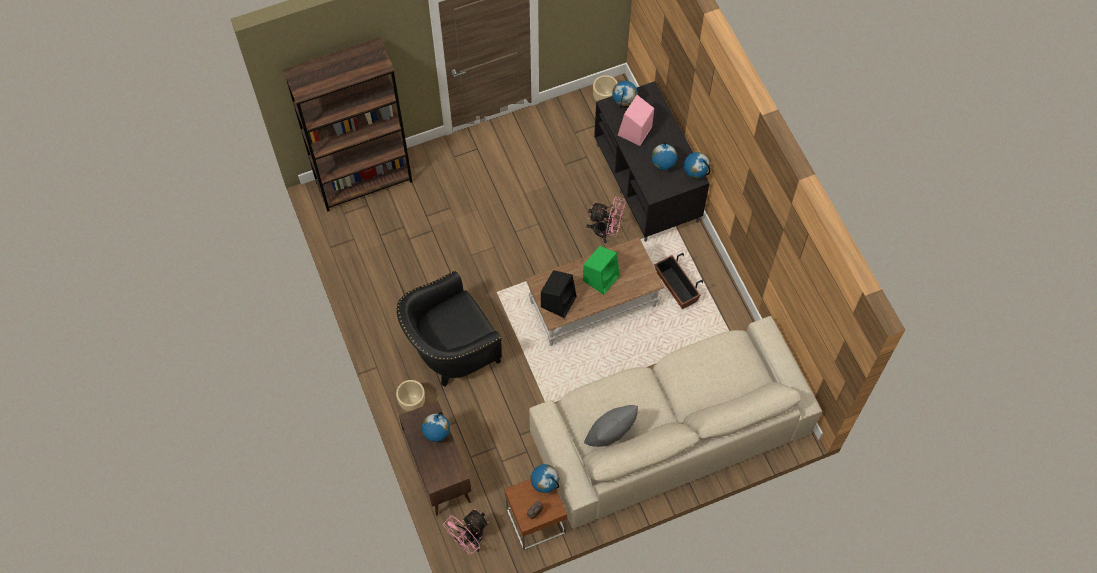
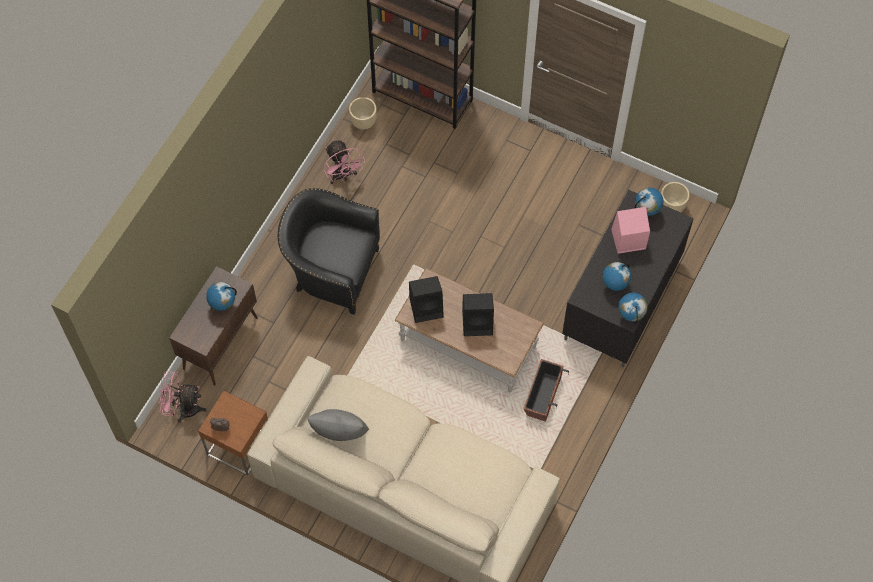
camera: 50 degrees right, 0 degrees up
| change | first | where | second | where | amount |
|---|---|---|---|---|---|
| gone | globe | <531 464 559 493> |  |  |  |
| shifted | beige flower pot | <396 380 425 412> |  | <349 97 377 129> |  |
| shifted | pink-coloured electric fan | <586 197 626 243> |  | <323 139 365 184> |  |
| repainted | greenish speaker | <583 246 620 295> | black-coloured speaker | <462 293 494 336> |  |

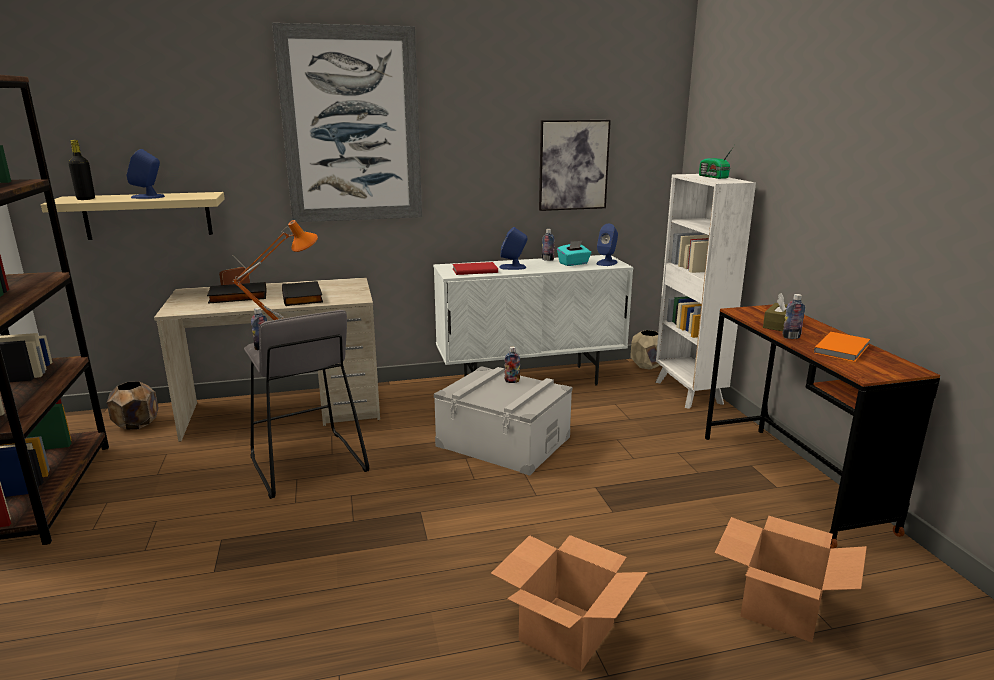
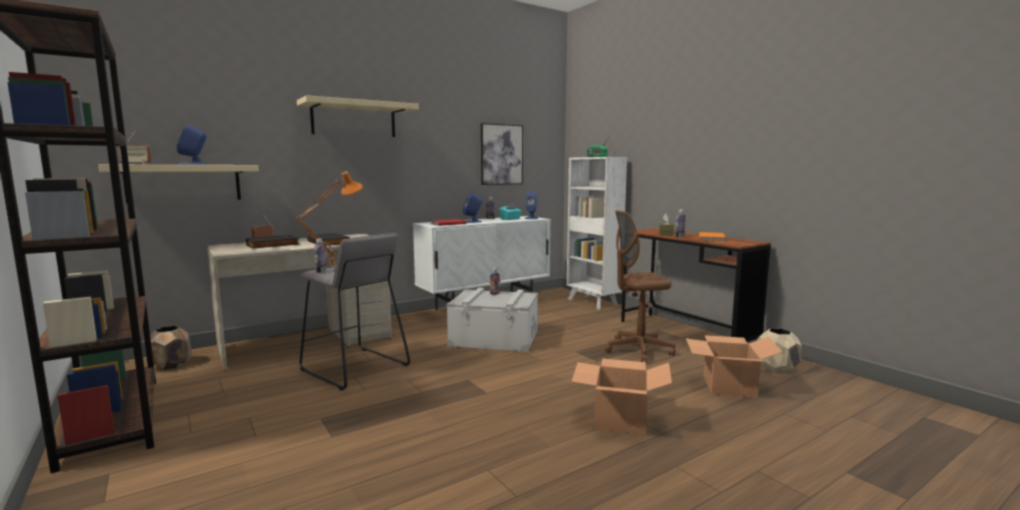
camera: 20 degrees left, 10 degrees down
| change | first | where | second | where | amount |
|---|---|---|---|---|---|
| new |  |  | brownish computer chair | <605 210 675 363> |  |
| shifted | beige flower pot | <630 330 660 369> |  | <757 328 802 372> |  |
| swapped | black-coloured beverage bottle | <68 140 95 200> | radio | <118 131 151 164> |  |
| swapped | wall art | <272 23 422 222> | beige wall shelf | <297 95 419 137> |  |

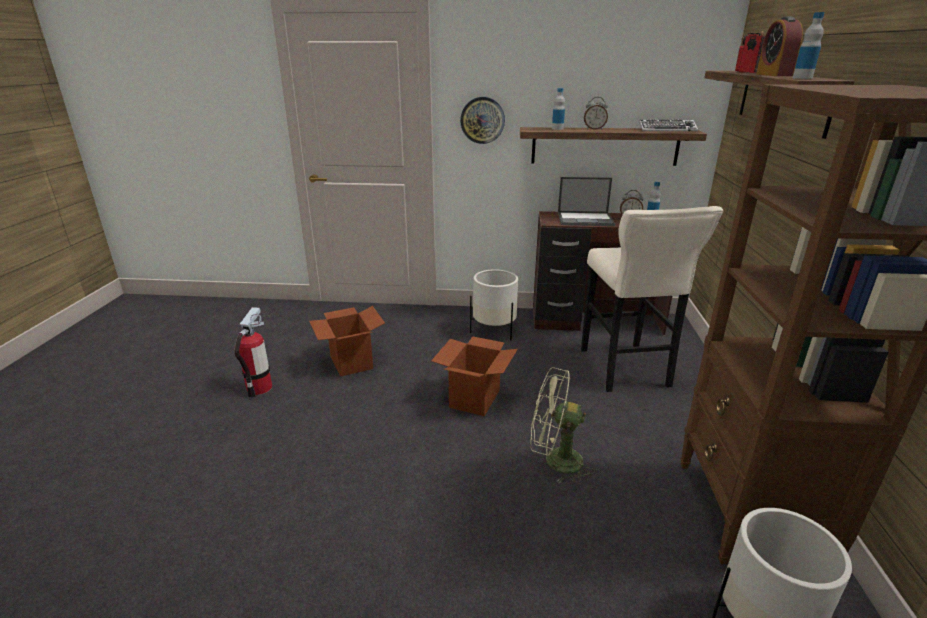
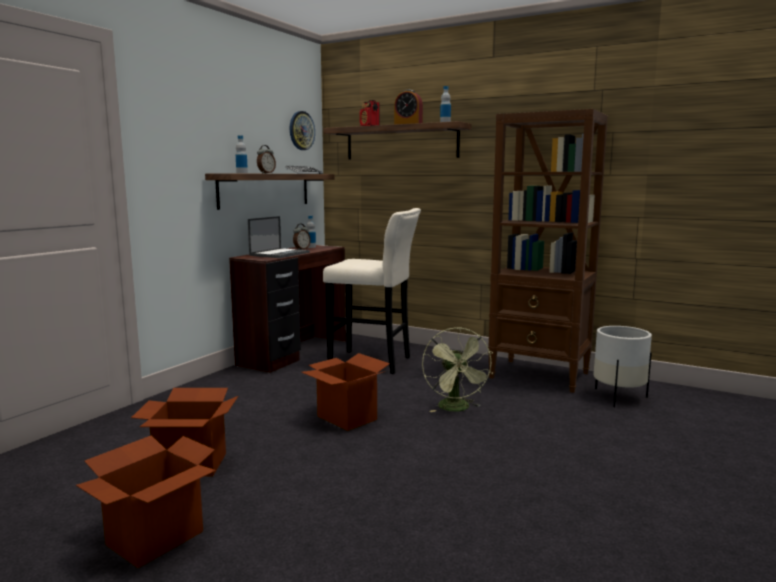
camera: 65 degrees left, 15 degrees down
| change | first | where | second | where | amount |
|---|---|---|---|---|---|
| gone | white-coloured flower pot | <470 269 518 341> |  |  |  |
| shifted | hanging clock | <460 97 505 144> |  | <290 111 315 150> |  |
| swapped | fire extinguisher | <234 307 272 398> | cardboard box | <76 435 216 568> |  |
| rotated | greenish electric fan | <530 367 595 483> |  | <422 327 493 412> | 45 degrees counterclockwise |

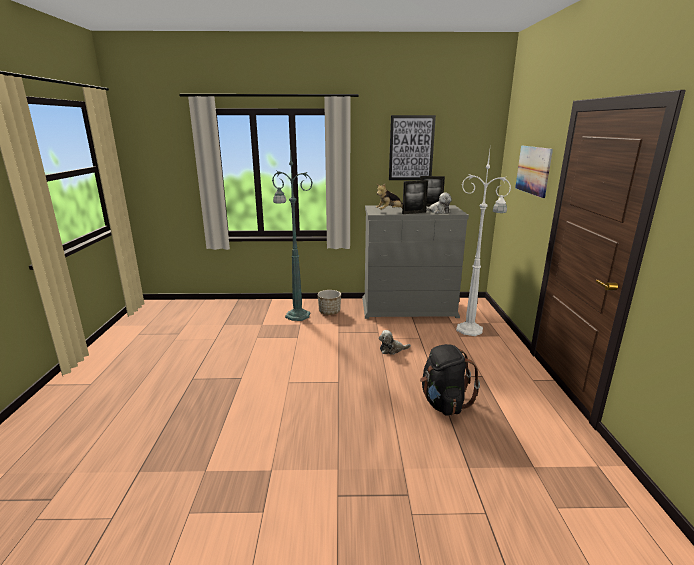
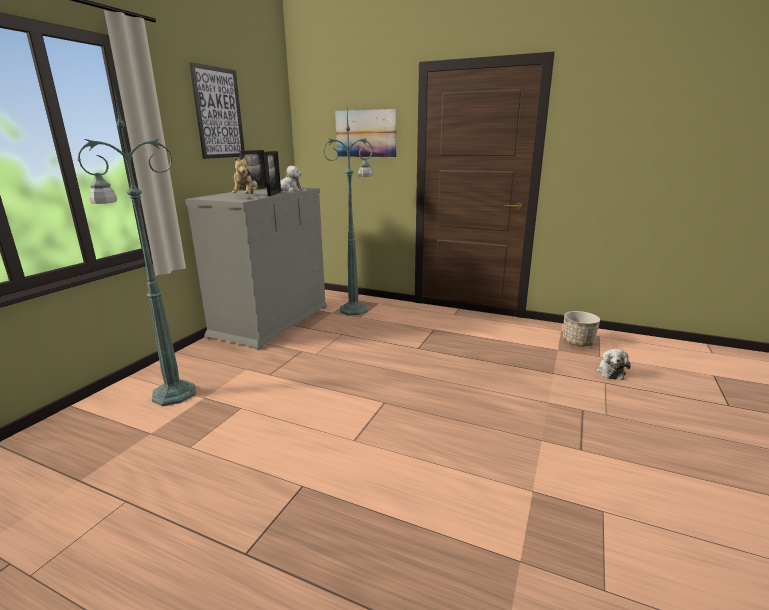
camera: 65 degrees left, 0 degrees up
| change | first | where | second | where | amount |
|---|---|---|---|---|---|
| gone | black-coloured backpack | <420 344 480 416> |  |  |  |
| shifted | flower pot | <318 290 341 315> |  | <563 311 600 347> |  |
| shifted | plush toy | <379 330 411 355> |  | <596 349 631 380> |  |
| repainted | white-coloured floor lamp | <456 150 511 336> | greenish floor lamp | <323 111 373 315> |  |

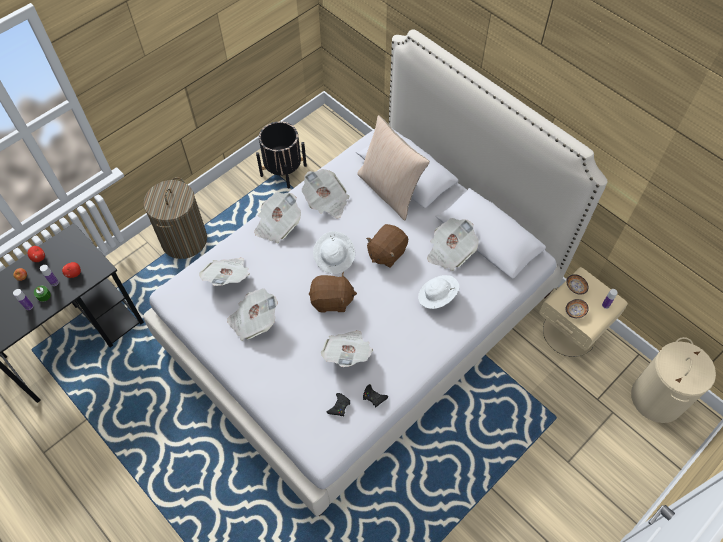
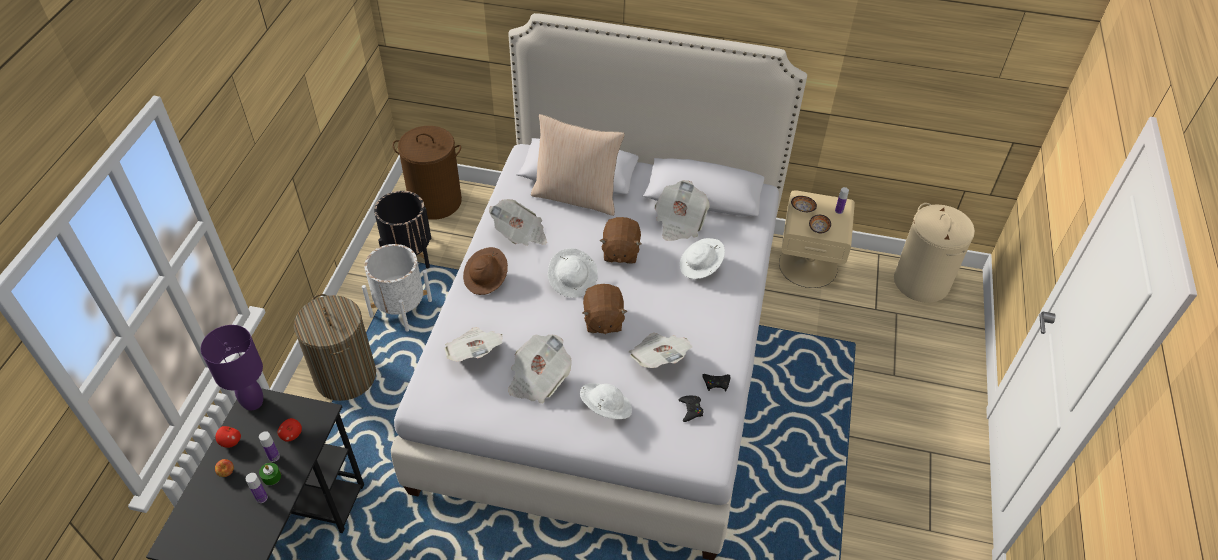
camera: 35 degrees left, 10 degrees down
| change | first | where | second | where | amount |
|---|---|---|---|---|---|
| new |  |  | purple tabletop lamp | <200 325 263 411> |  |
| new |  |  | white-coloured flower pot | <362 244 432 331> |  |
| new |  |  | brownish laundry basket | <392 126 462 220> |  |
| new |  |  | white-coloured wearable hat | <580 383 632 419> |  |
| swapped | daily paper | <254 192 301 243> | brownish wearable hat | <463 247 508 295> |  |
| rotated | brownish plush toy | <309 272 357 312> |  | <583 284 627 334> | 120 degrees clockwise |

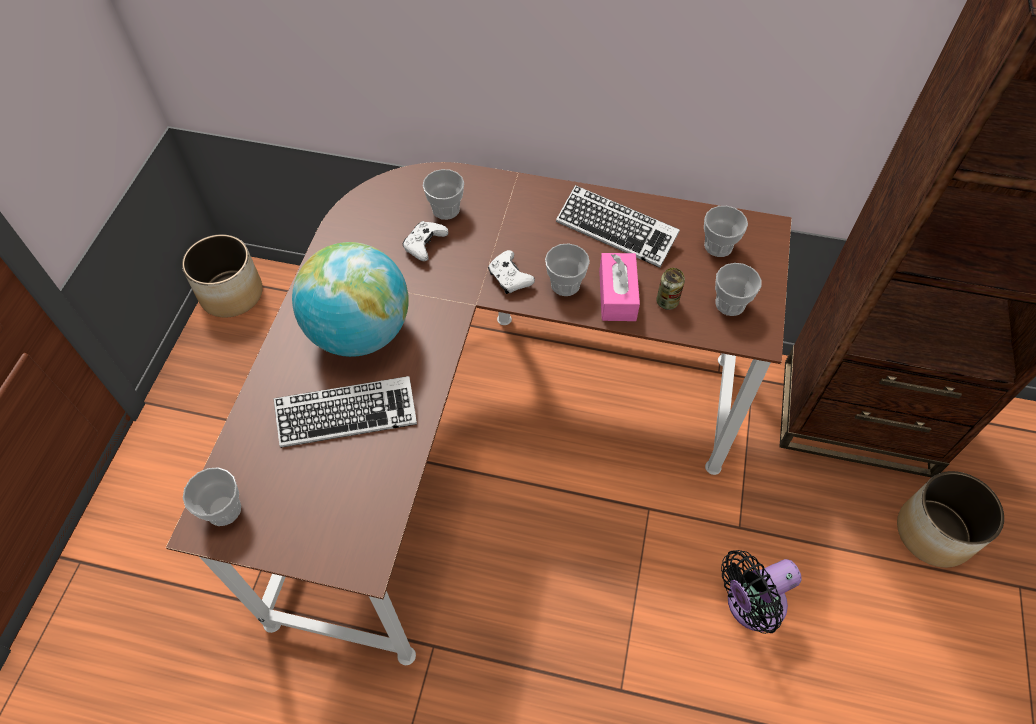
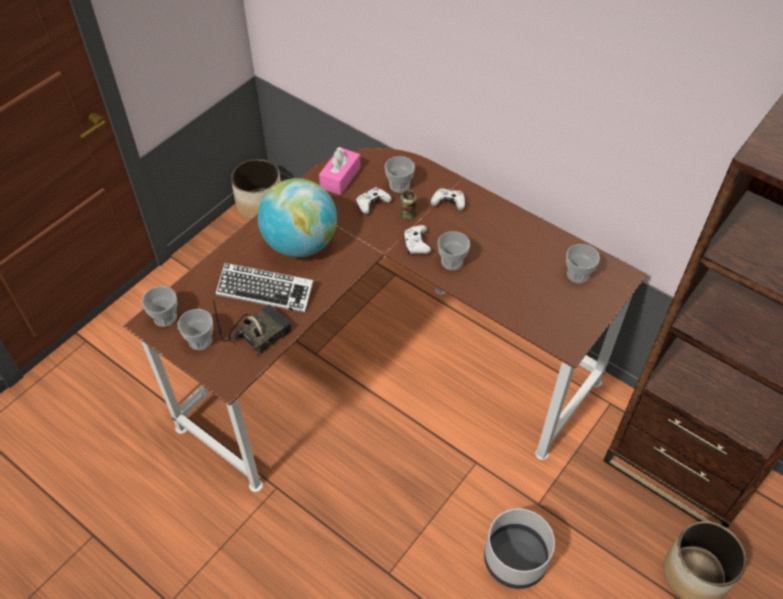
camera: 25 degrees right, 5 degrees down
| change | first | where | second | where | amount |
|---|---|---|---|---|---|
| gone | PC keyboard | <556 185 680 268> |  |  |  |
| new |  |  | radio | <213 300 292 356> |  |
| new |  |  | white-coloured game controller | <431 188 465 211> |  |
| shifted | pink-coloured box of tissues | <599 253 640 321> |  | <319 147 361 195> |  |
| shifted | can | <656 268 685 310> |  | <400 190 417 220> |  |
| shifted | drinking cup | <715 263 761 316> |  | <178 309 213 350> |  |
| swapped | black-coloured electric fan | <721 550 802 634> | gray flower pot | <484 508 555 589> |  |

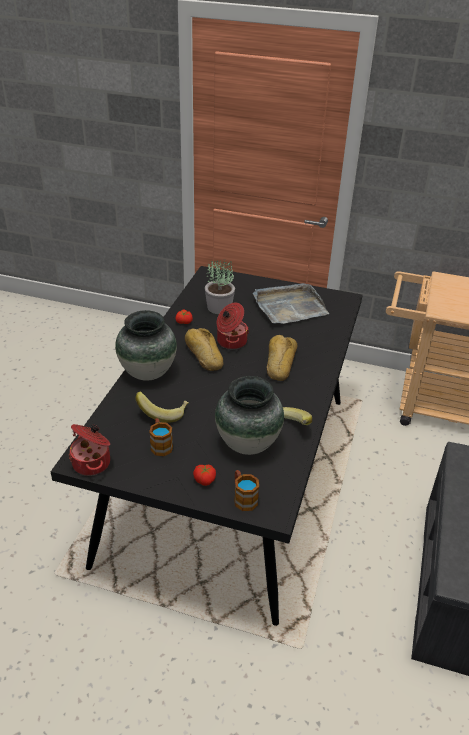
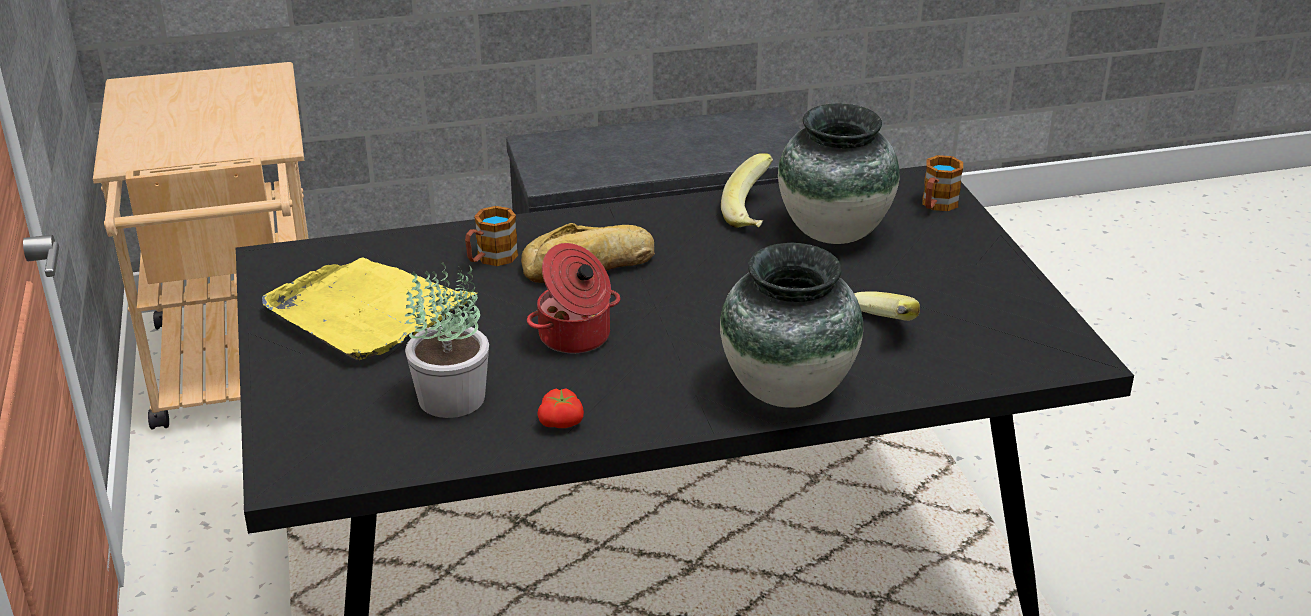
camera: 120 degrees left, 5 degrees down
| change | first | where | second | where | amount |
|---|---|---|---|---|---|
| gone | saucepot | <69 424 110 476> |  |  |  |
| gone | bakery bread | <185 328 223 371> |  |  |  |
| gone | tomato | <193 464 216 486> |  |  |  |
| shifted | tea mug | <149 418 173 456> |  | <465 206 518 266> |  |
| repainted | gray carrying tray | <253 283 329 324> | yellowish carrying tray | <262 257 477 360> |  |

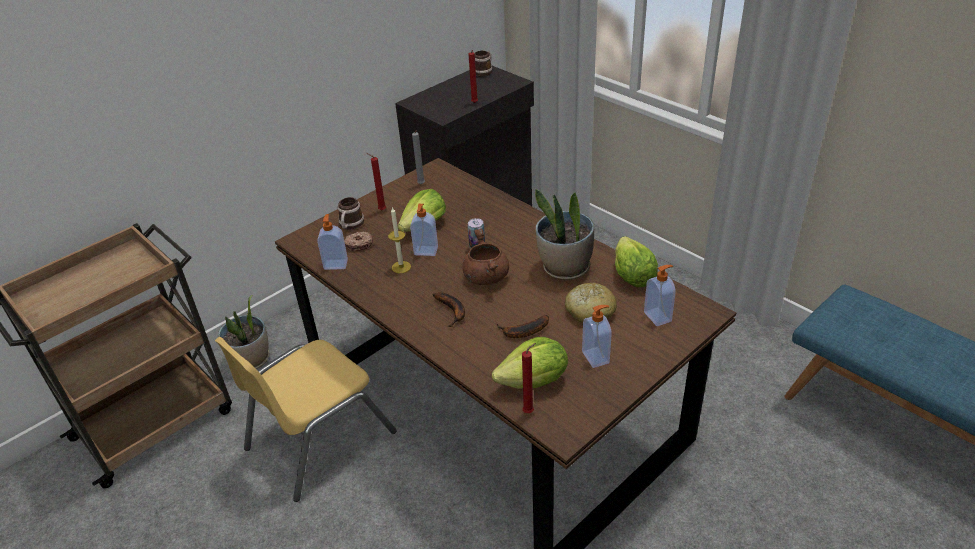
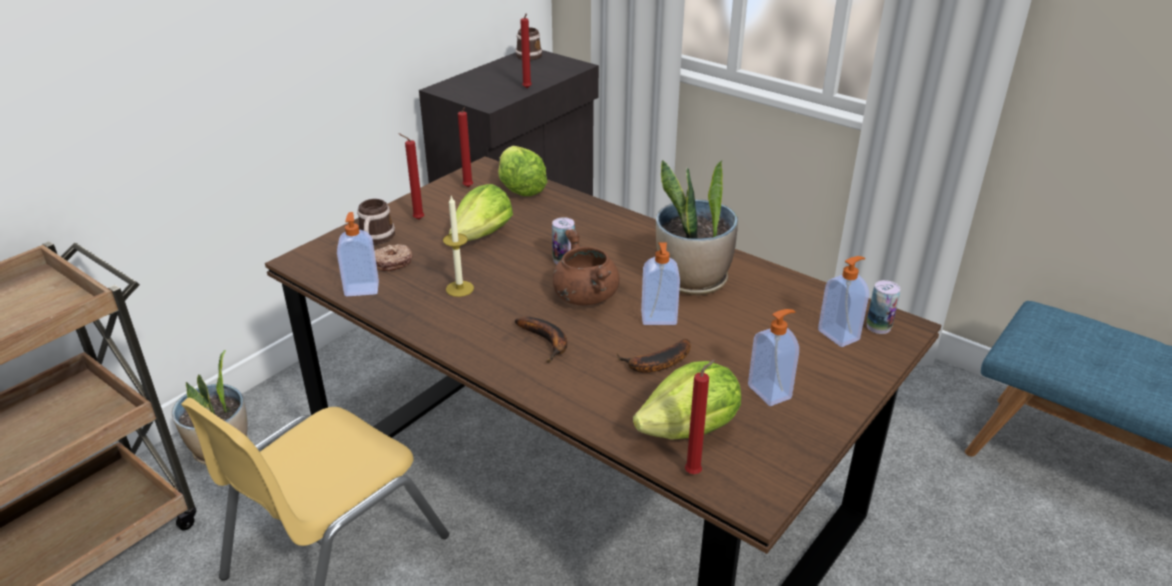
camera: 10 degrees left, 5 degrees down
| change | first | where | second | where | amount |
|---|---|---|---|---|---|
| gone | bakery bread | <565 283 617 323> |  |  |  |
| new |  |  | can | <867 280 900 334> |  |
| shifted | soap bottle | <410 204 438 256> |  | <641 242 680 325> |  |
| shifted | head of lettuce | <615 236 658 287> |  | <498 146 548 196> |  |
| repainted | gray candle | <412 131 425 184> | reddish candle | <458 107 473 187> |  |

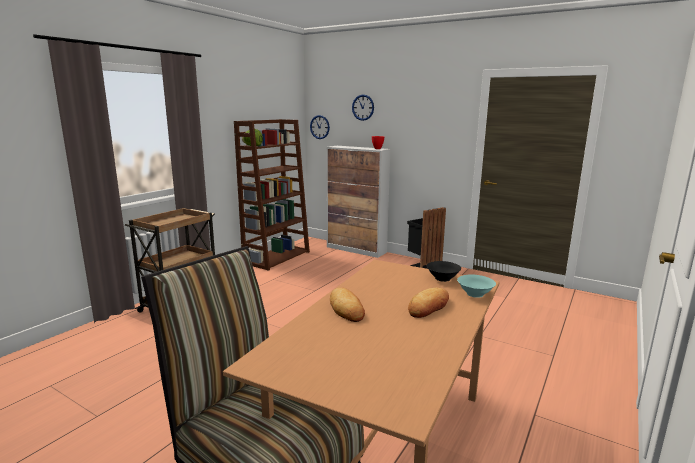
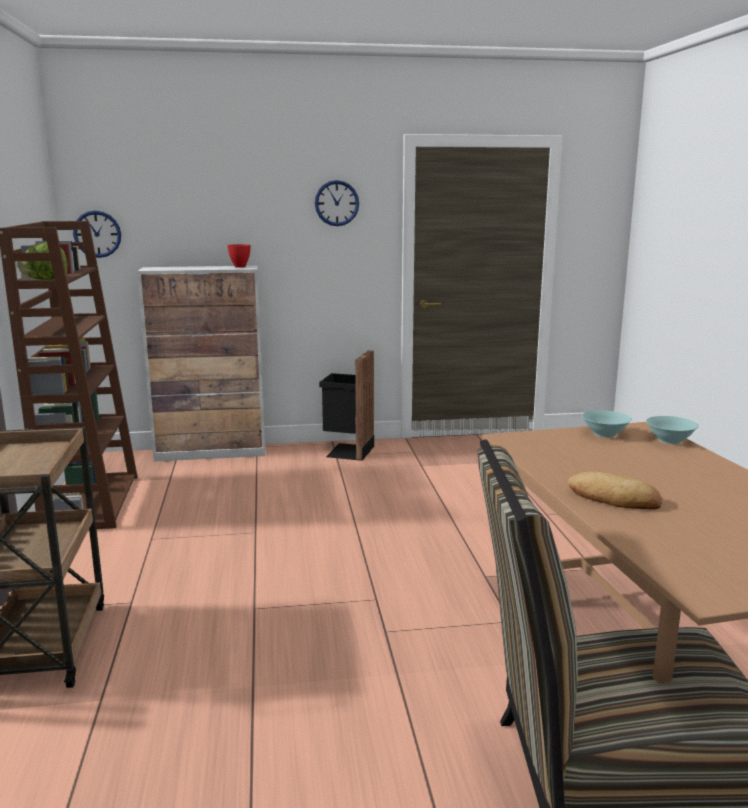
camera: 40 degrees left, 0 degrees up
| change | first | where | second | where | amount |
|---|---|---|---|---|---|
| gone | bakery bread | <408 288 449 318> |  |  |  |
| shifted | hanging clock | <352 95 374 121> |  | <315 180 359 226> |  |
| repainted | black-coloured deep dish | <426 261 461 282> | turquoise deep dish | <582 410 632 438> |  |

